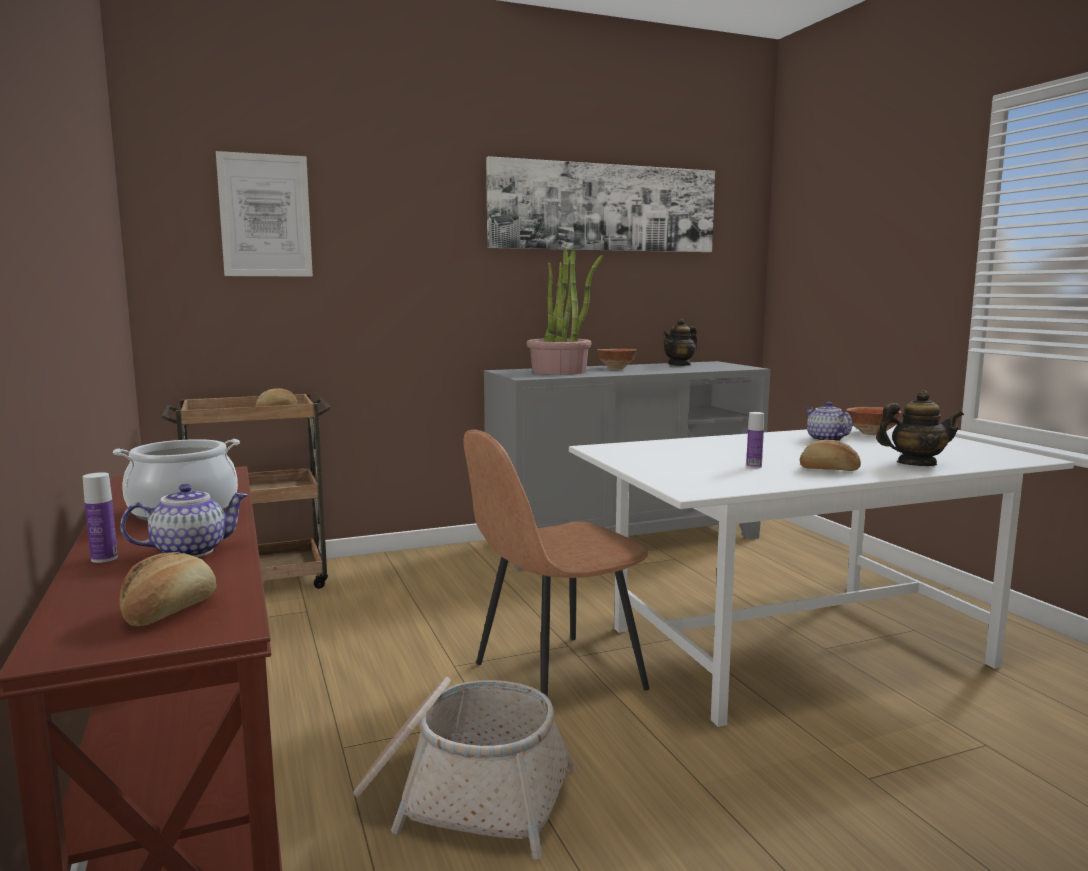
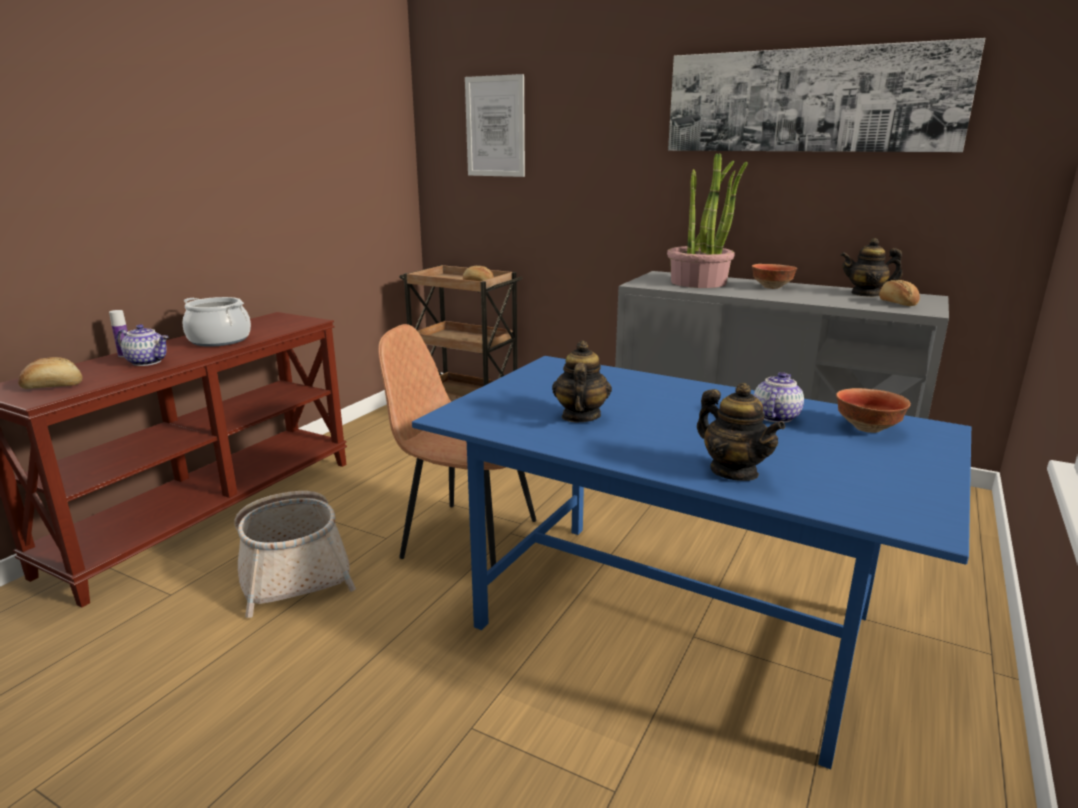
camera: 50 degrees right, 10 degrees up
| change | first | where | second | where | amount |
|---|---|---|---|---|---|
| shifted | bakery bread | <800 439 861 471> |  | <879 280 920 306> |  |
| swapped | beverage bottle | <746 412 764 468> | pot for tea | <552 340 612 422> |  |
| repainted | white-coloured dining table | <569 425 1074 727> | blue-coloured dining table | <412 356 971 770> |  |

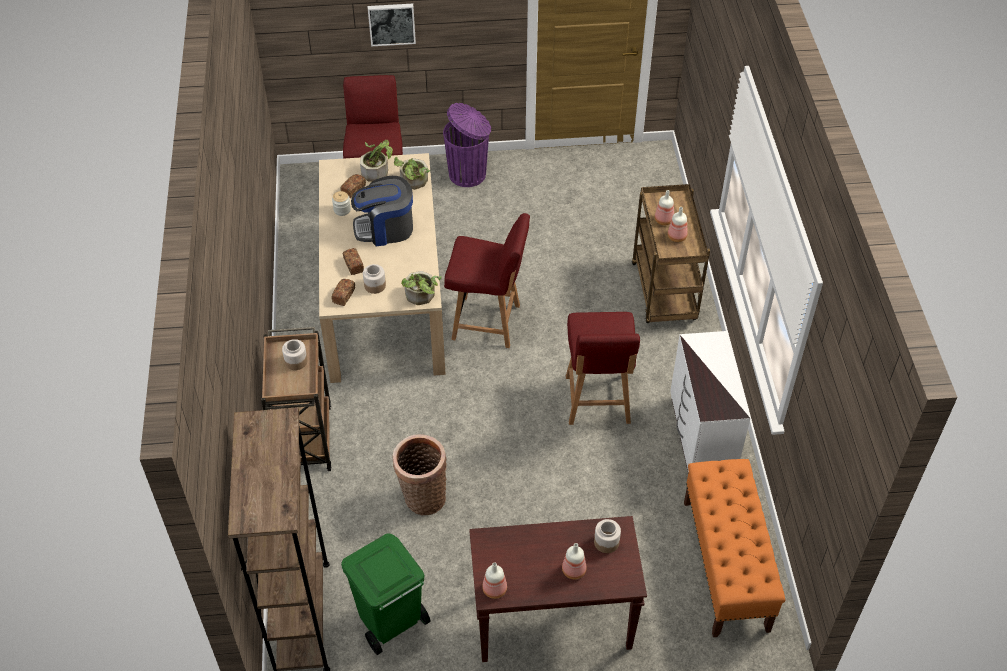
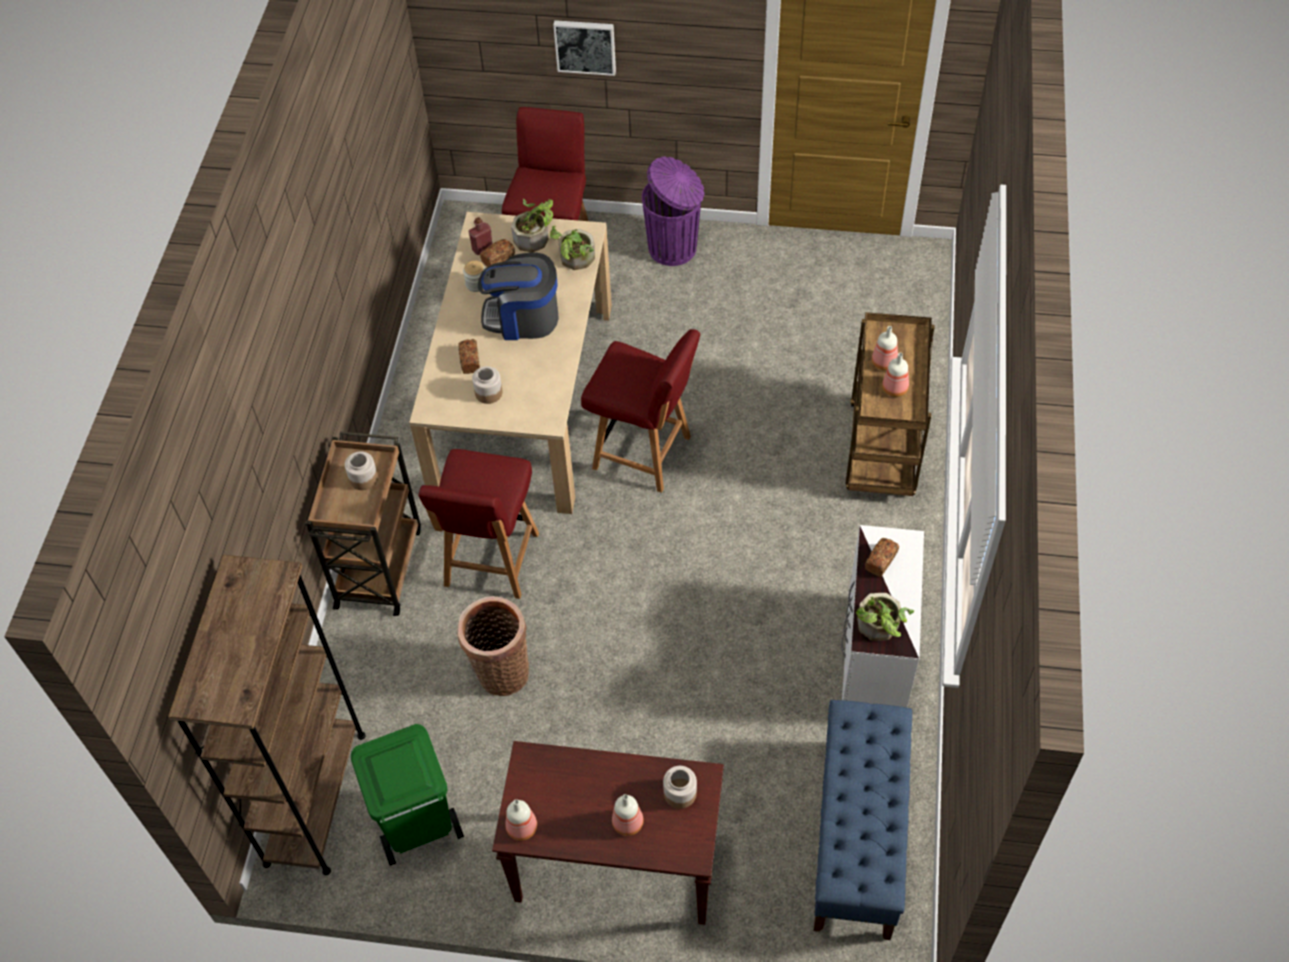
camera: 15 degrees right, 5 degrees up
| change | first | where | second | where | amount |
|---|---|---|---|---|---|
| new |  |  | reddish beverage bottle | <468 217 493 255> |  |
| shifted | bakery bread | <331 279 355 306> |  | <865 538 899 577> |  |
| shifted | potted plant | <401 271 442 305> |  | <856 593 914 641> |  |
| shifted | reddish chair | <566 312 640 425> |  | <418 449 539 599> |  |
| repainted | orangey bench | <684 459 785 637> | blue-coloured bench | <814 700 912 940> |  |

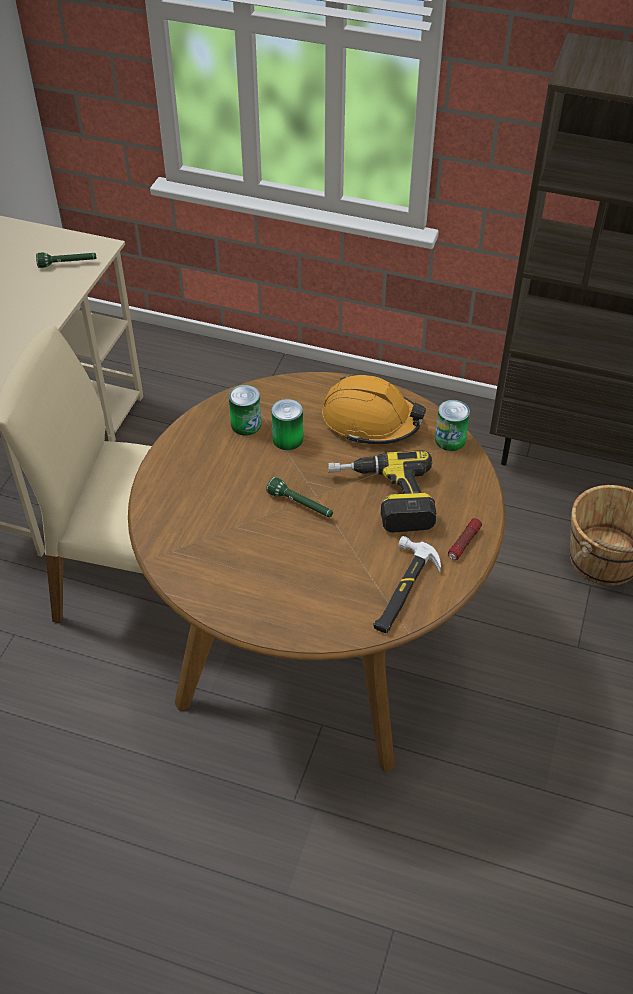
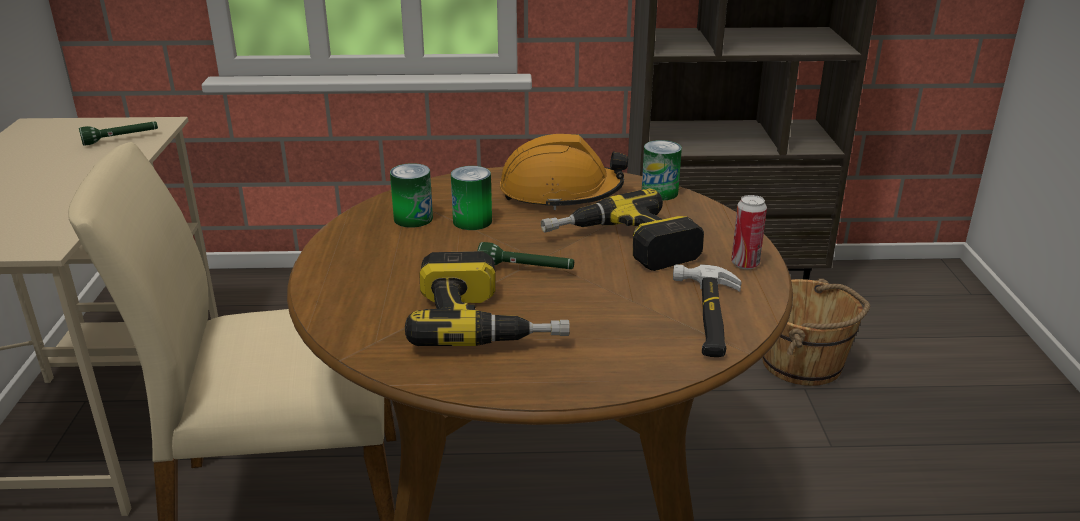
camera: 20 degrees left, 20 degrees down
| change | first | where | second | where | amount |
|---|---|---|---|---|---|
| new |  |  | electric drill | <405 251 570 346> |  |
| swapped | hand torch | <448 518 482 560> | can | <731 195 767 269> |  |

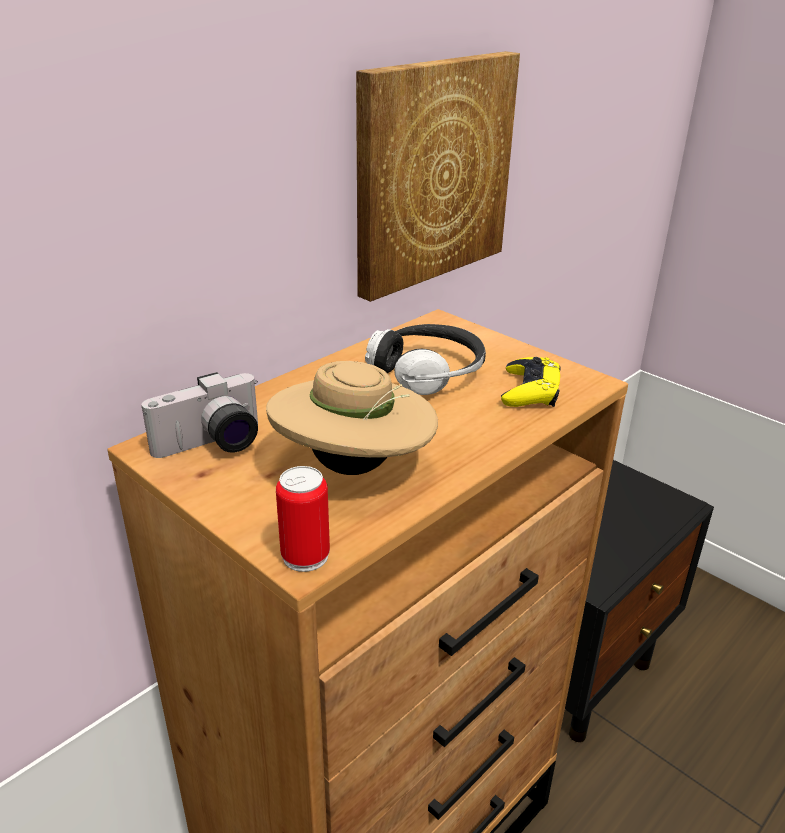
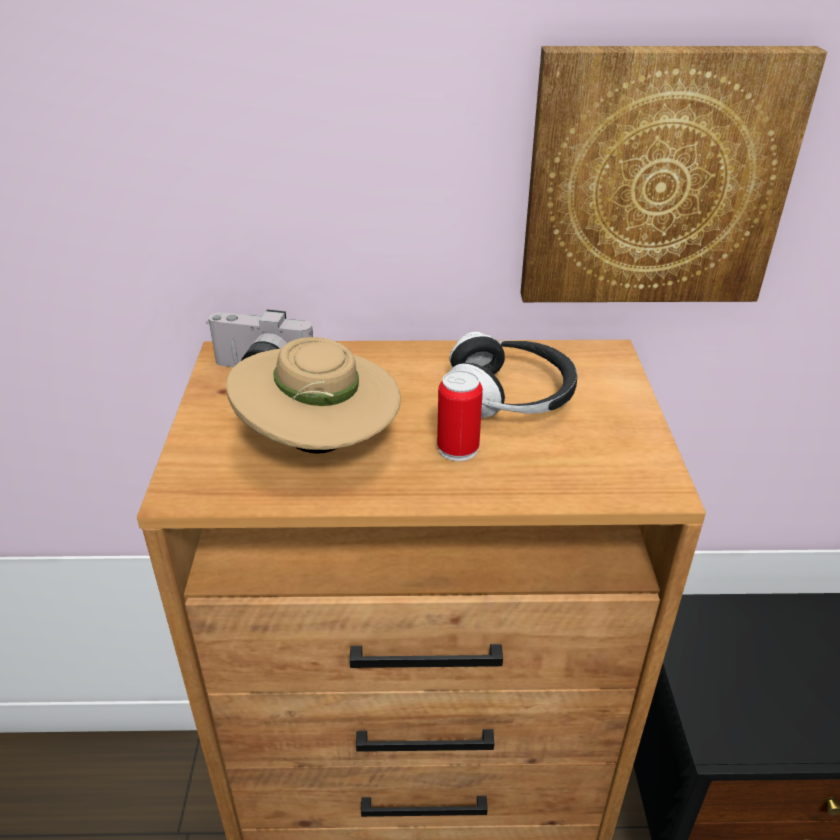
camera: 45 degrees right, 5 degrees up
| change | first | where | second | where | amount |
|---|---|---|---|---|---|
| gone | yellowish game controller | <501 357 561 407> |  |  |  |
| shifted | can | <276 466 330 572> |  | <437 370 483 461> |  |

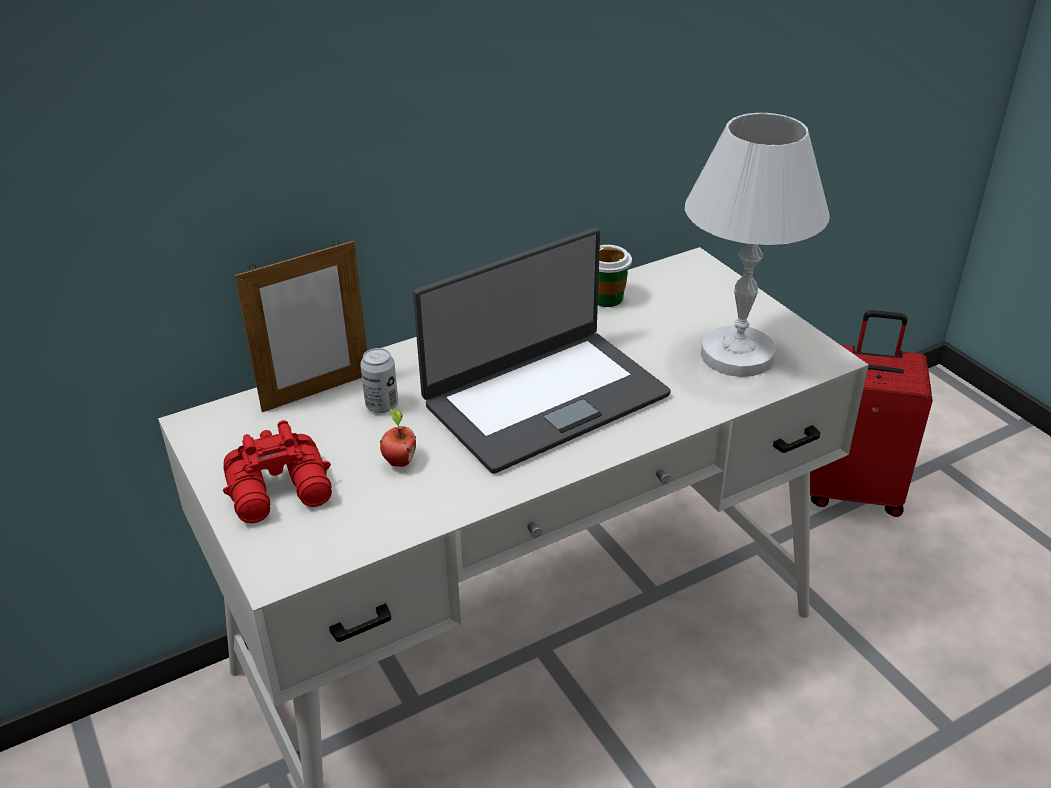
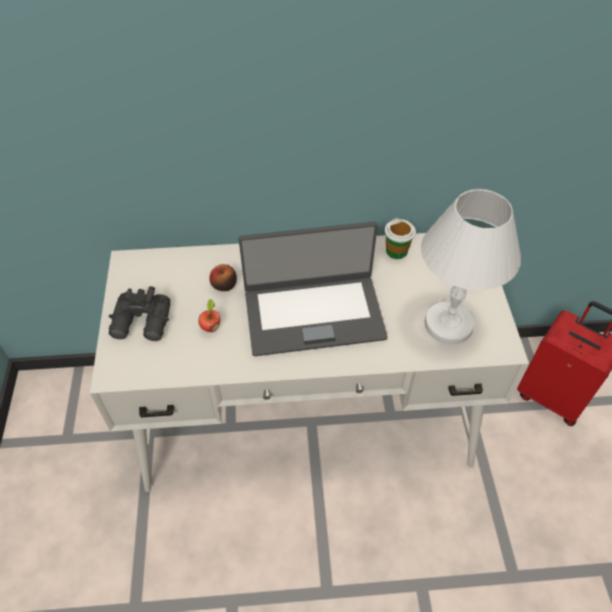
camera: 25 degrees right, 15 degrees up
| change | first | where | second | where | amount |
|---|---|---|---|---|---|
| gone | photo frame | <235 240 367 412> |  |  |  |
| swapped | can | <360 348 398 413> | apple | <210 264 237 291> |  |
| repainted | reddish pair of binoculars | <223 420 332 524> | black-coloured pair of binoculars | <109 286 170 341> |  |

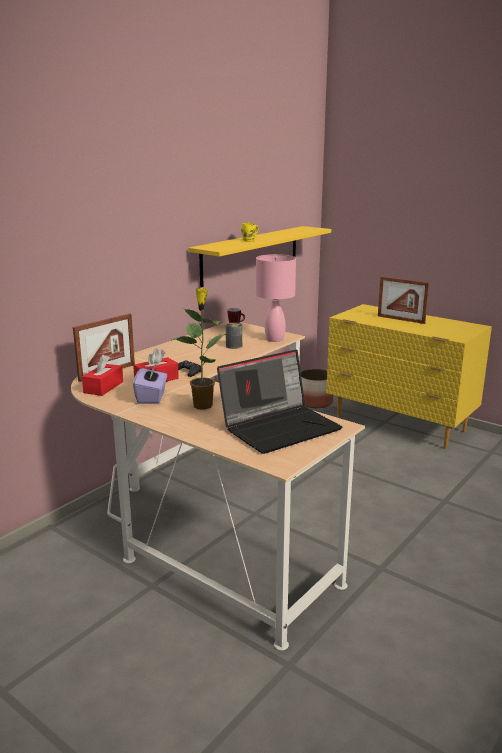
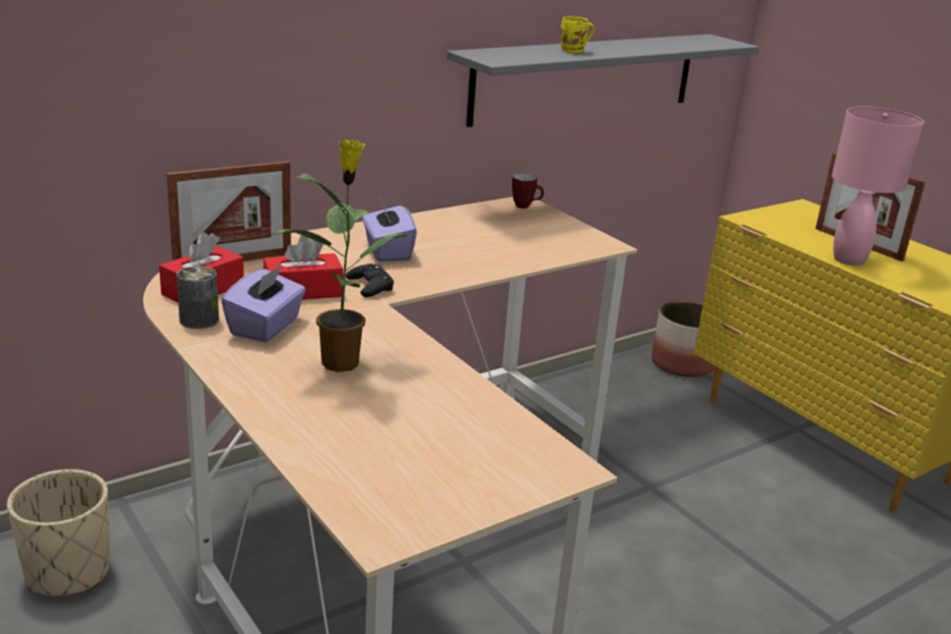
camera: 15 degrees right, 5 degrees up
| change | first | where | second | where | amount |
|---|---|---|---|---|---|
| gone | laptop | <217 349 342 454> |  |  |  |
| new |  |  | beige flower pot | <7 469 110 596> |  |
| new |  |  | purple box of tissues | <362 199 417 262> |  |
| shifted | can | <226 323 242 349> |  | <177 266 219 329> |  |
| shifted | pink-coloured tabletop lamp | <256 254 296 342> |  | <832 107 924 266> |  |
| repainted | yellowish wall shelf | <188 226 331 287> | gray wall shelf | <447 34 759 127> |  |

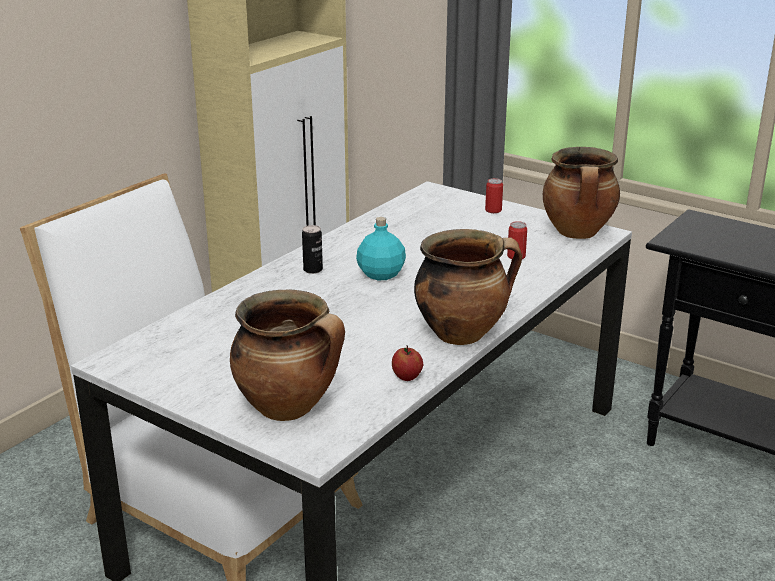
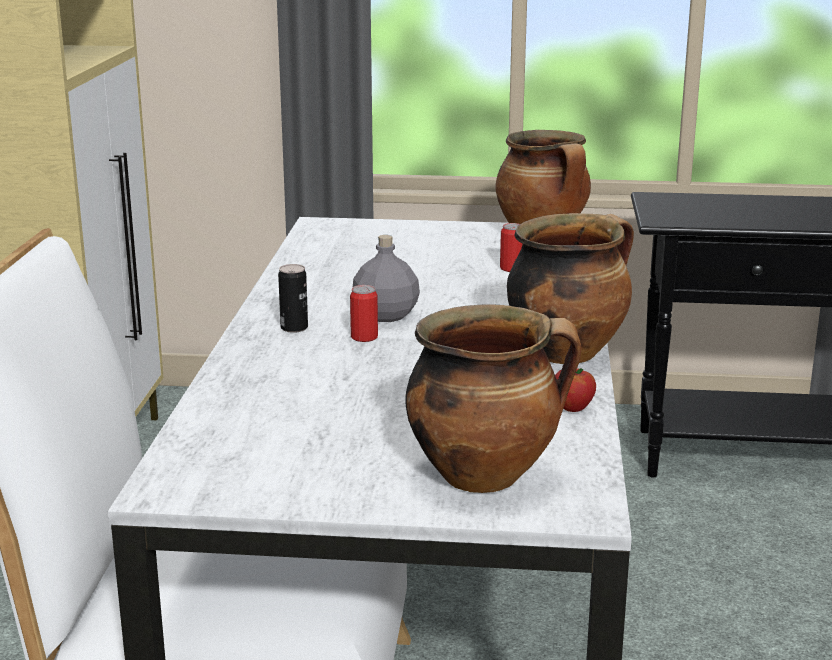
camera: 30 degrees left, 5 degrees down
| change | first | where | second | where | amount |
|---|---|---|---|---|---|
| shifted | can | <485 178 503 213> |  | <350 285 378 342> |  |
| repainted | turquoise beverage bottle | <356 217 406 280> | gray beverage bottle | <353 235 420 322> |  |

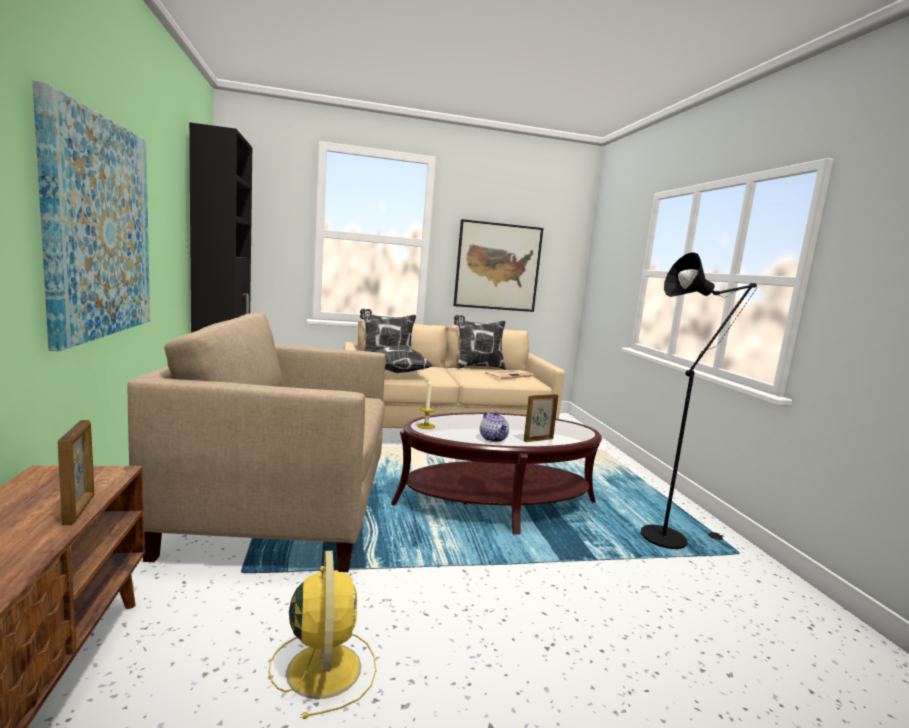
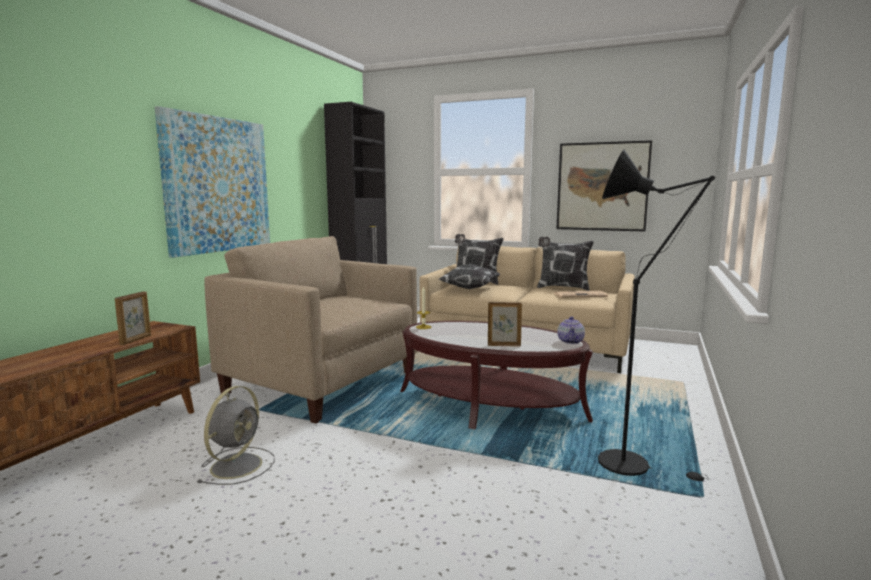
camera: 35 degrees right, 0 degrees up
| change | first | where | second | where | amount |
|---|---|---|---|---|---|
| shifted | pot for tea | <480 411 509 442> |  | <557 316 585 344> |  |
| repainted | yellowish electric fan | <269 551 376 719> | gray electric fan | <196 386 275 485> |  |

